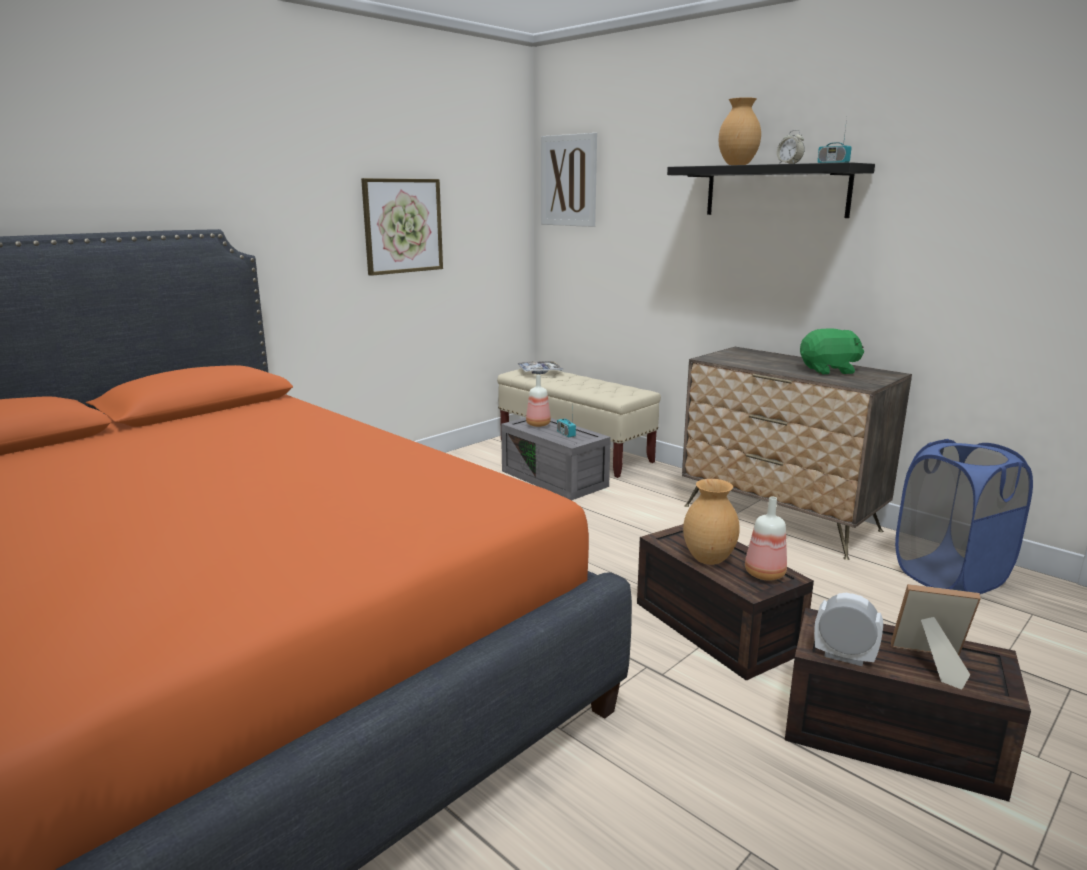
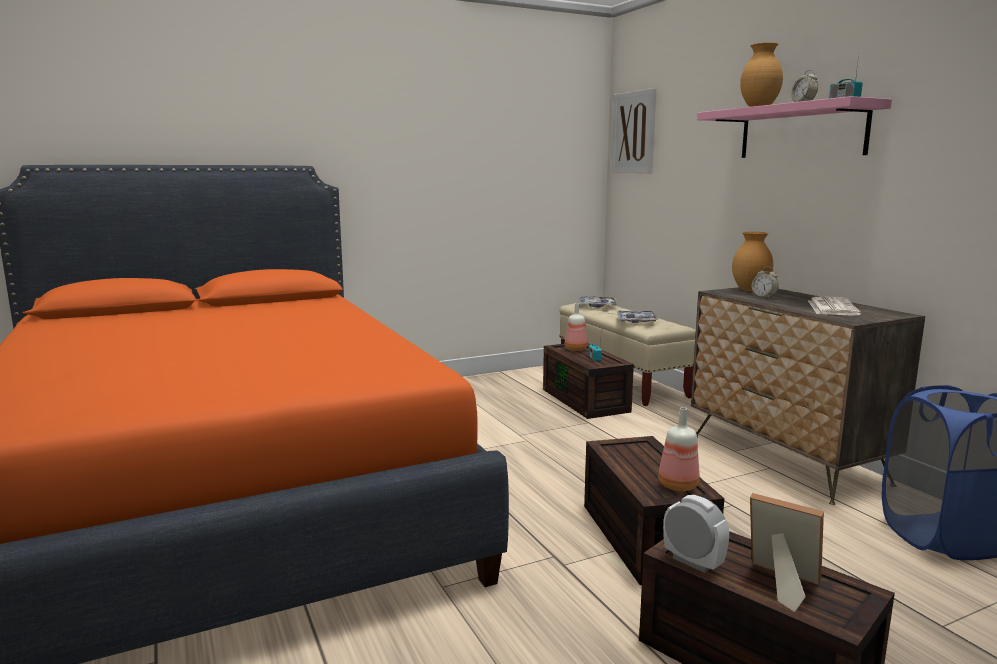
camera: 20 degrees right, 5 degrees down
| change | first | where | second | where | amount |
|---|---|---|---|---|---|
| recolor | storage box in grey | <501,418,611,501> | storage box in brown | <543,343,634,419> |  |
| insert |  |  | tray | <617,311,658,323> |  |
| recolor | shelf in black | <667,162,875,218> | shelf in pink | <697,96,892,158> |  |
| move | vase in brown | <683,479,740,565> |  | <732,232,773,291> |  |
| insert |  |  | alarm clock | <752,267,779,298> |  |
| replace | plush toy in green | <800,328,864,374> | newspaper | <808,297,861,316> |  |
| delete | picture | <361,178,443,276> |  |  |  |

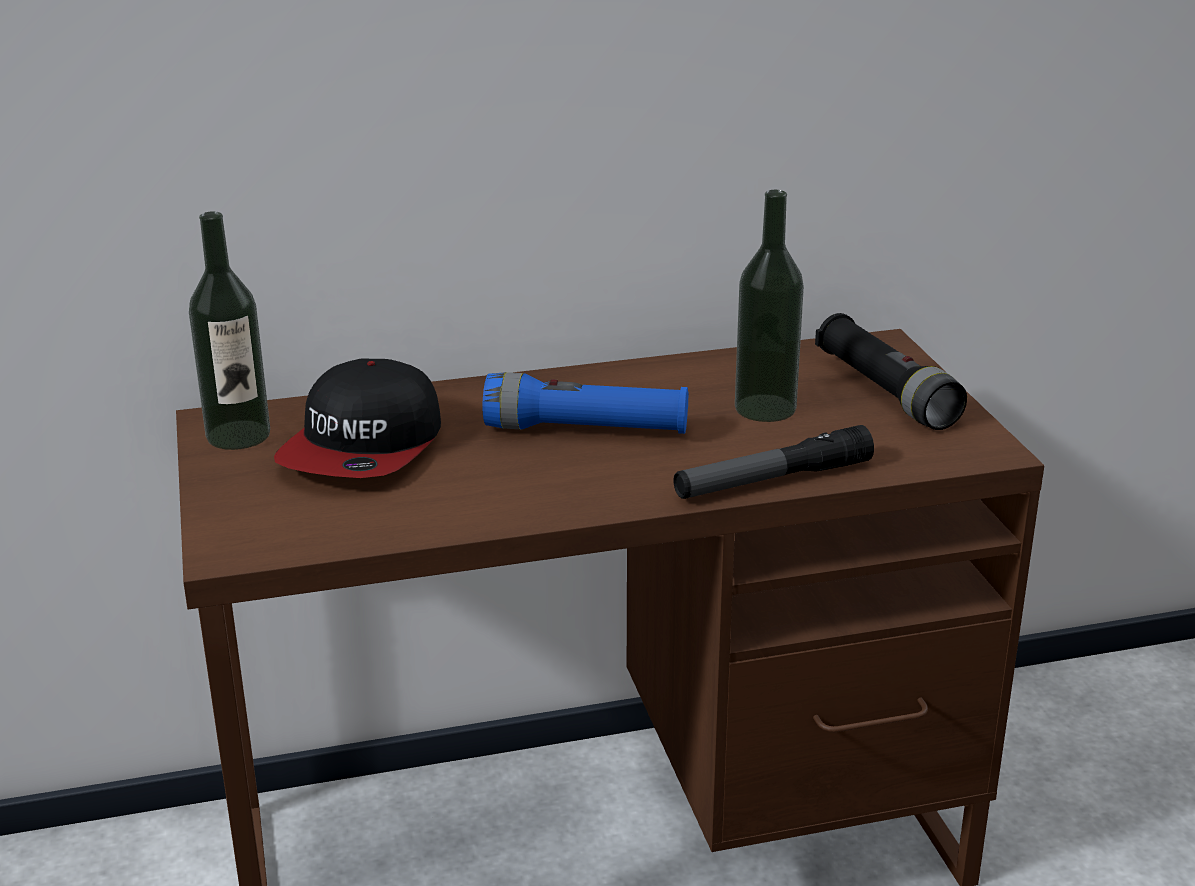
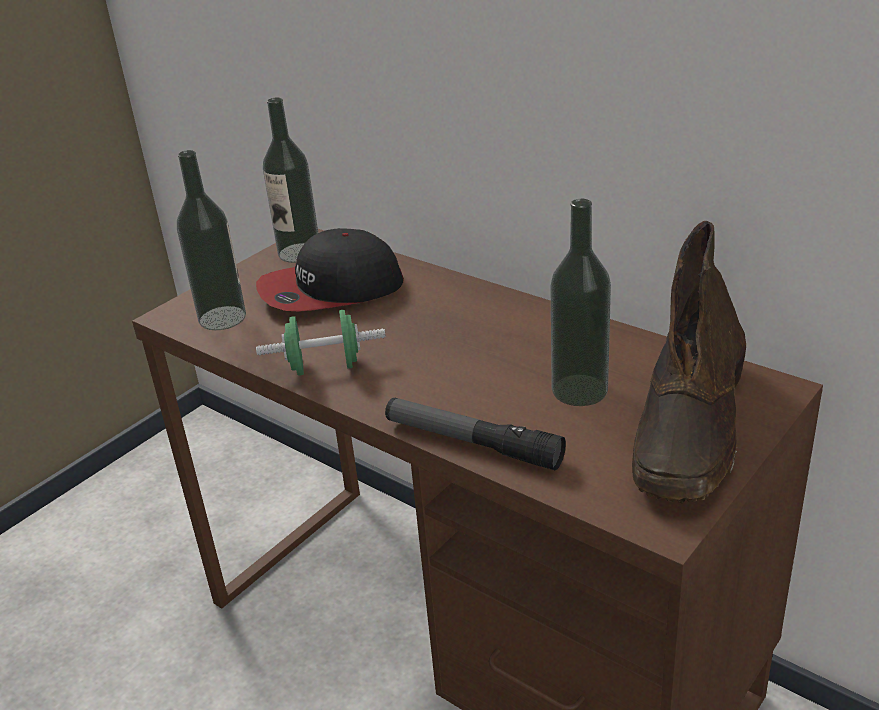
camera: 55 degrees right, 5 degrees up
| change | first | where | second | where | amount |
|---|---|---|---|---|---|
| insert |  |  | bottle | <177,150,246,330> |  |
| insert |  |  | dumbbell in green | <256,310,386,376> |  |
| replace | flashlight in black | <815,313,967,430> | boot in brown | <632,221,746,503> |  |
| delete | flashlight in blue | <483,372,689,434> |  |  |  |

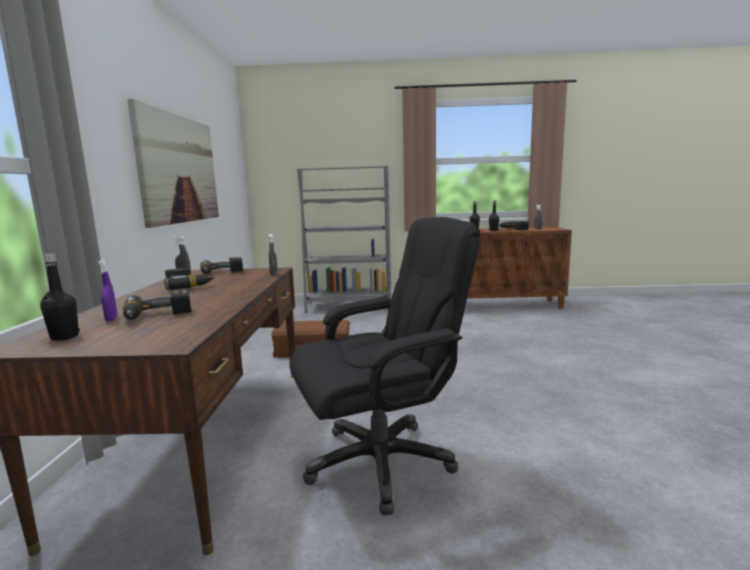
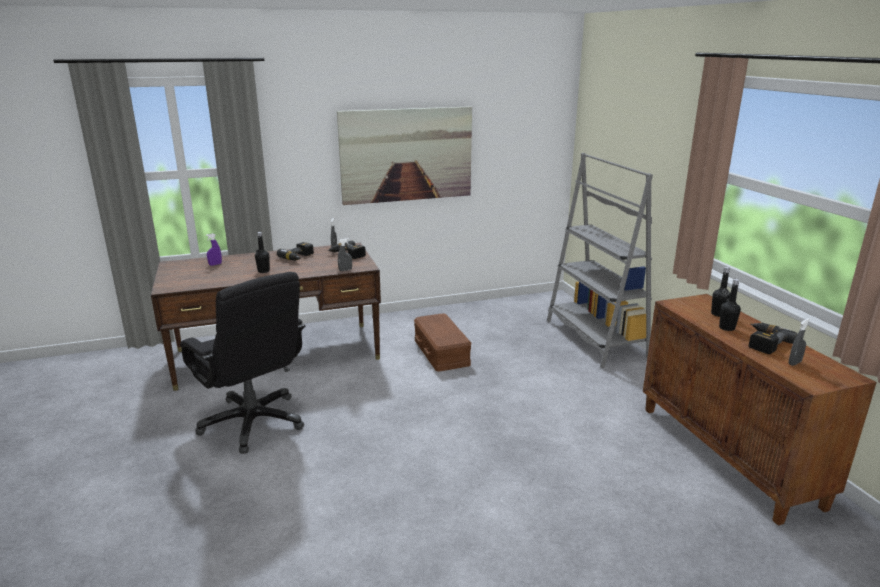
camera: 70 degrees right, 10 degrees up
| change | first | where | second | where | amount |
|---|---|---|---|---|---|
| move | bottle in black | <40,253,80,341> |  | <255,232,270,273> |  |
| delete | power drill | <123,289,191,320> |  |  |  |

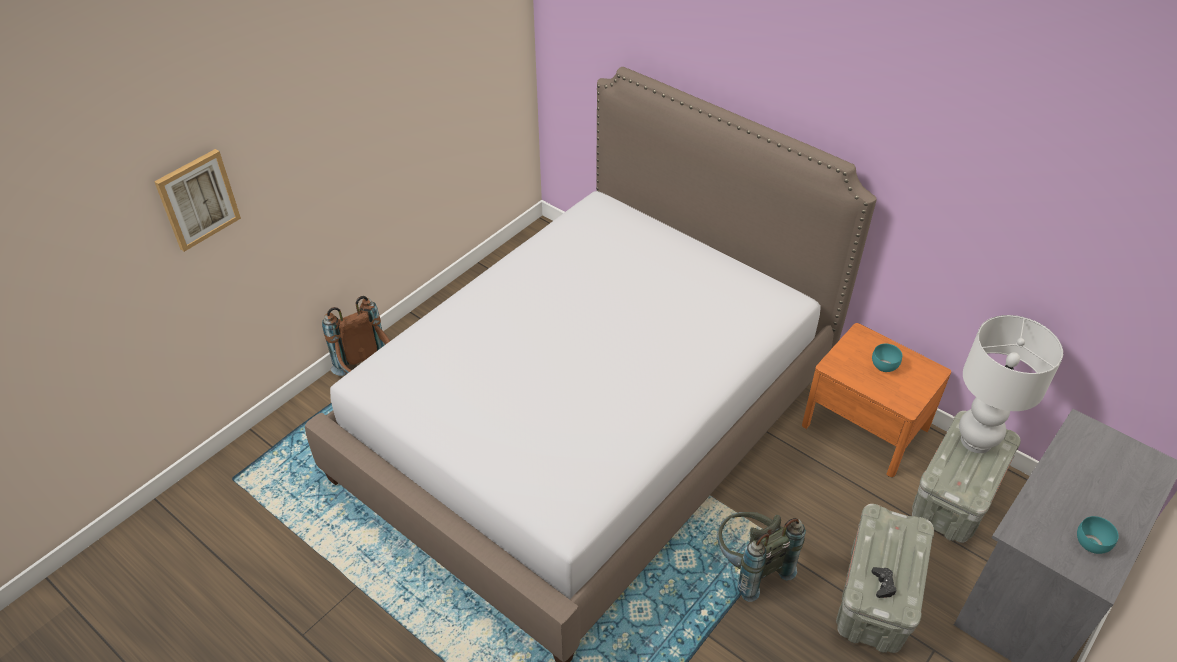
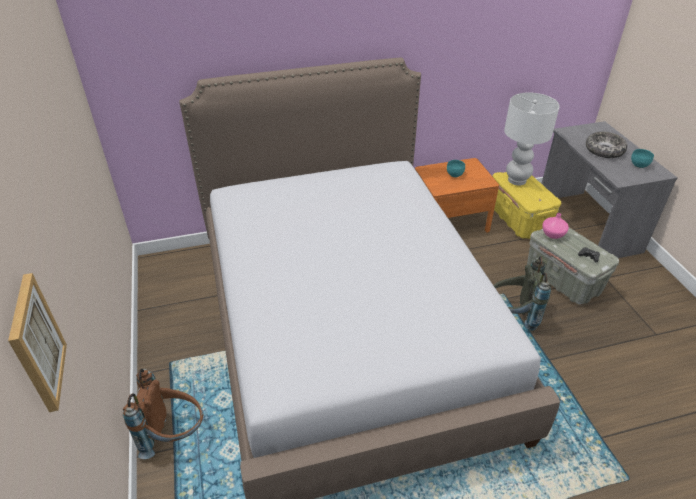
camera: 55 degrees left, 5 degrees down
| change | first | where | second | where | amount |
|---|---|---|---|---|---|
| recolor | storage box in grey | <912,411,1021,543> | storage box in yellow | <492,172,561,239> |  |
| insert |  |  | vase in pink | <542,213,569,239> |  |
| insert |  |  | bowl | <586,132,627,158> |  |

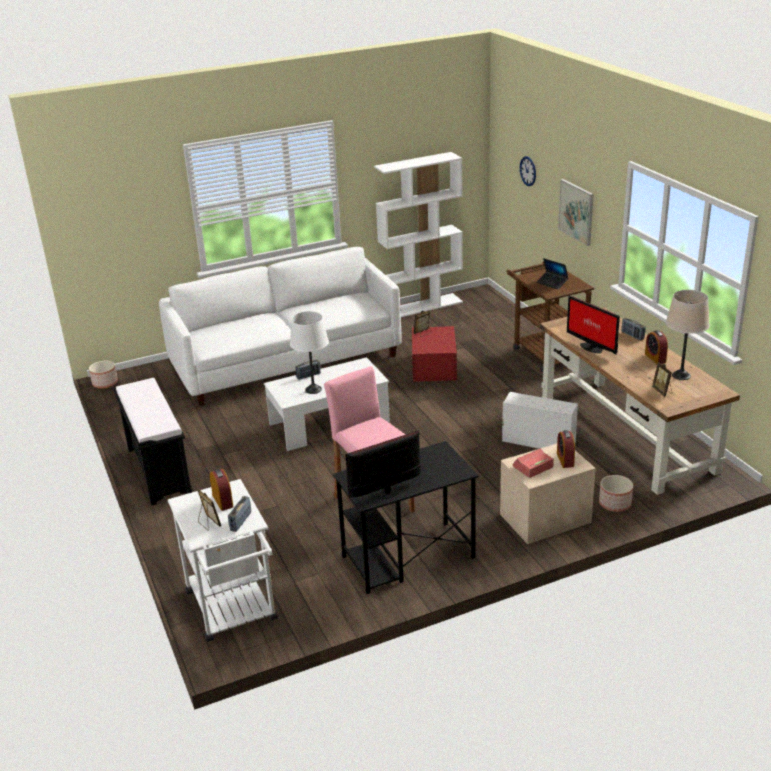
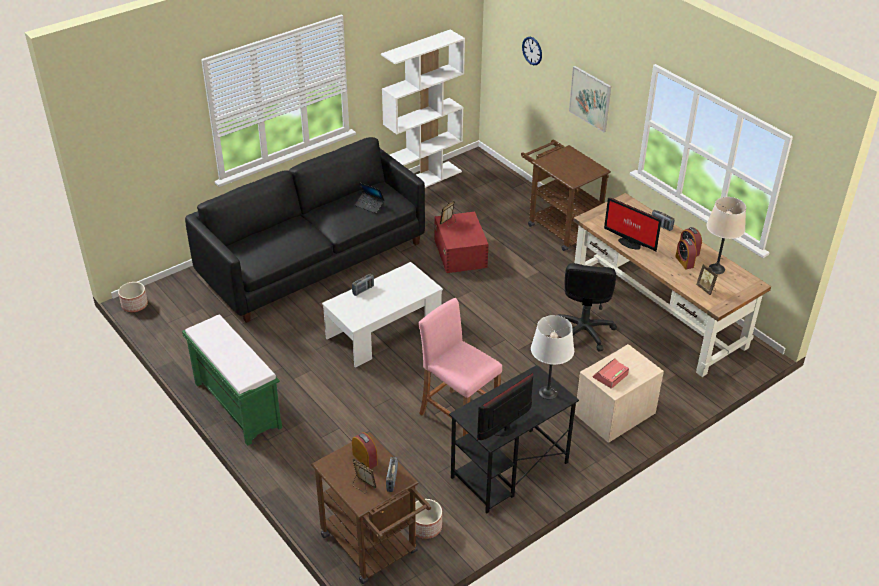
camera: 15 degrees left, 10 degrees up
| change | first | where | second | where | amount |
|---|---|---|---|---|---|
| recolor | bench in black | <114,378,192,506> | bench in green | <182,315,282,446> |  |
| recolor | sofa in white | <159,247,402,405> | sofa in black | <185,137,425,323> |  |
| recolor | cart in white | <168,479,278,642> | cart in brown | <311,432,431,584> |  |
| move | laptop | <537,258,568,289> |  | <355,182,384,213> |  |
| move | planter | <599,475,633,512> |  | <415,499,442,539> |  |
| move | table lamp in white | <290,311,329,394> |  | <531,315,574,400> |  |
| replace | storage box in white | <502,392,578,449> | office chair in black | <557,263,617,352> |  |
| move | alarm clock | <557,430,575,468> |  | <675,238,697,270> |  |

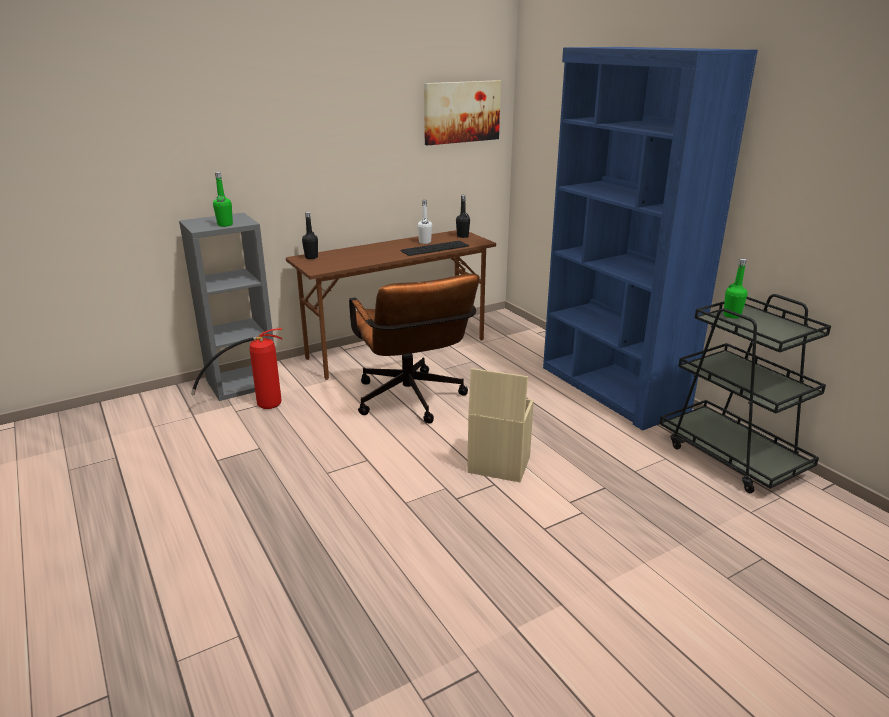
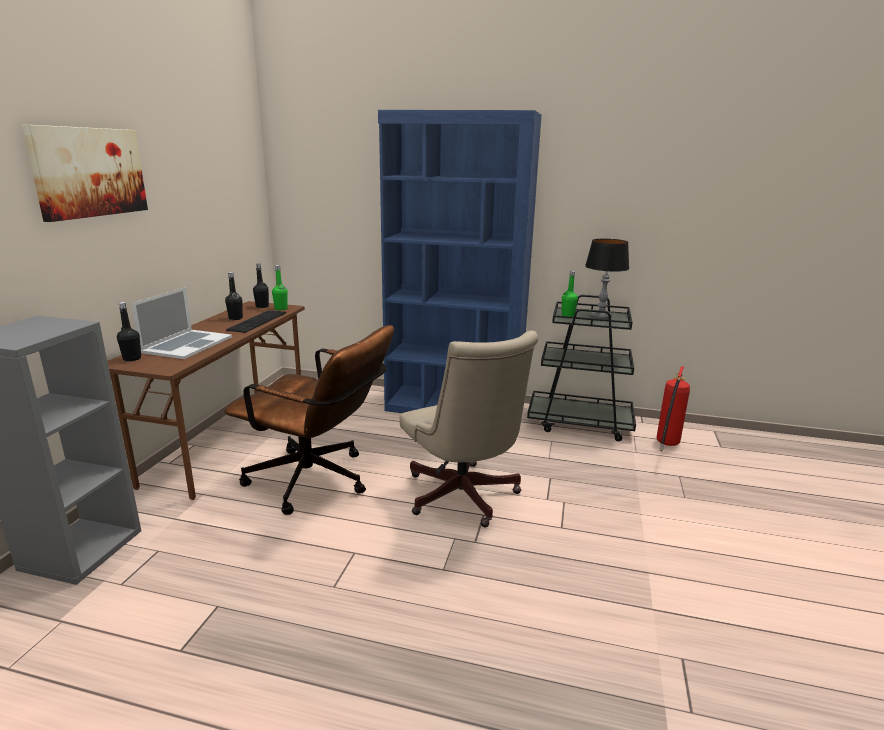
camera: 45 degrees left, 5 degrees down
| change | first | where | second | where | amount |
|---|---|---|---|---|---|
| move | picture | <424,80,501,145> |  | <22,125,148,222> |  |
| insert |  |  | laptop | <131,287,232,359> |  |
| recolor | bottle in white | <418,200,432,244> | bottle in black | <225,272,243,320> |  |
| move | bottle in green | <213,172,233,227> |  | <272,265,288,310> |  |
| replace | storage box in beige | <467,368,534,482> | office chair in beige | <399,330,538,527> |  |
| insert |  |  | table lamp | <585,239,629,320> |  |
| move | fire extinguisher | <191,328,283,409> |  | <657,366,690,451> |  |

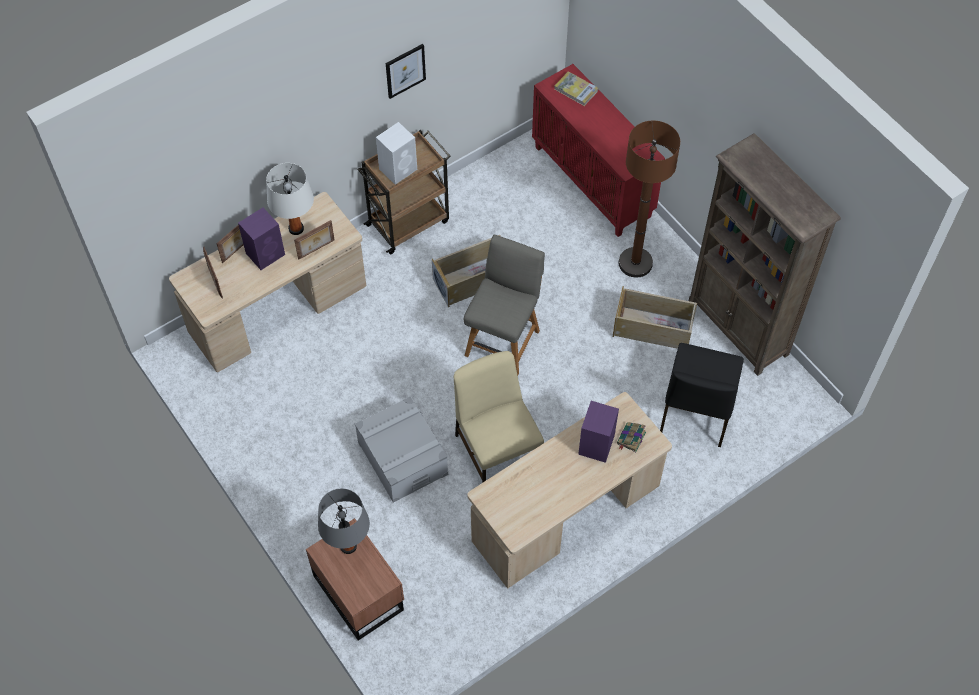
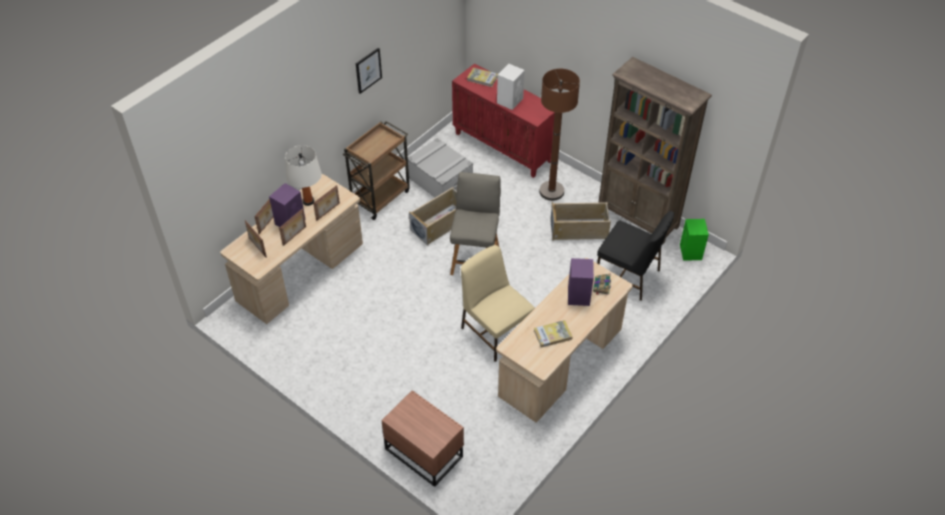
camera: 15 degrees left, 10 degrees down
| change | first | where | second | where | amount |
|---|---|---|---|---|---|
| insert |  |  | picture frame | <279,209,306,246> |  |
| move | storage box in grey | <355,396,448,503> |  | <408,138,473,197> |  |
| move | speaker in white | <376,122,417,185> |  | <497,64,525,110> |  |
| insert |  |  | book | <534,320,573,348> |  |
| rotate | chair in black | <660,343,744,447> |  | <597,211,674,301> | 60 degrees counterclockwise |
| insert |  |  | speaker in green | <680,219,709,261> |  |
| delete | table lamp in grey | <318,488,370,554> |  |  |  |

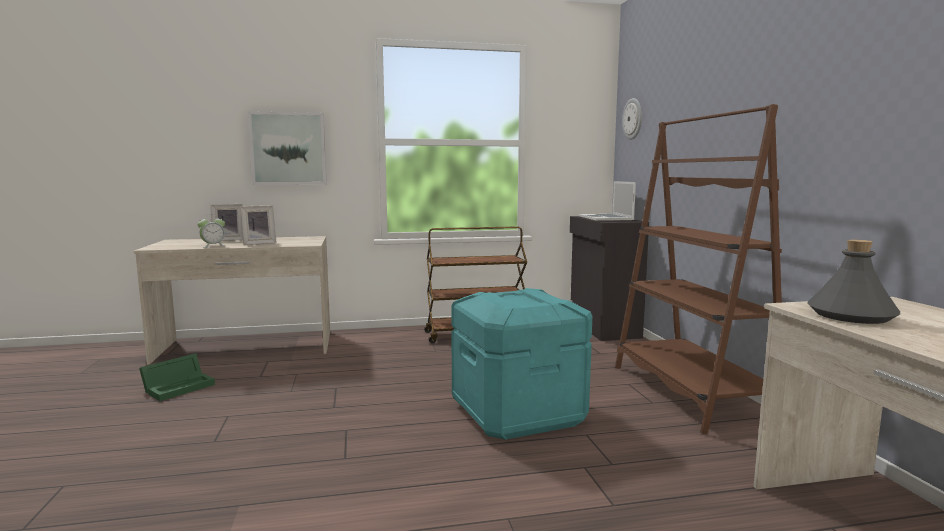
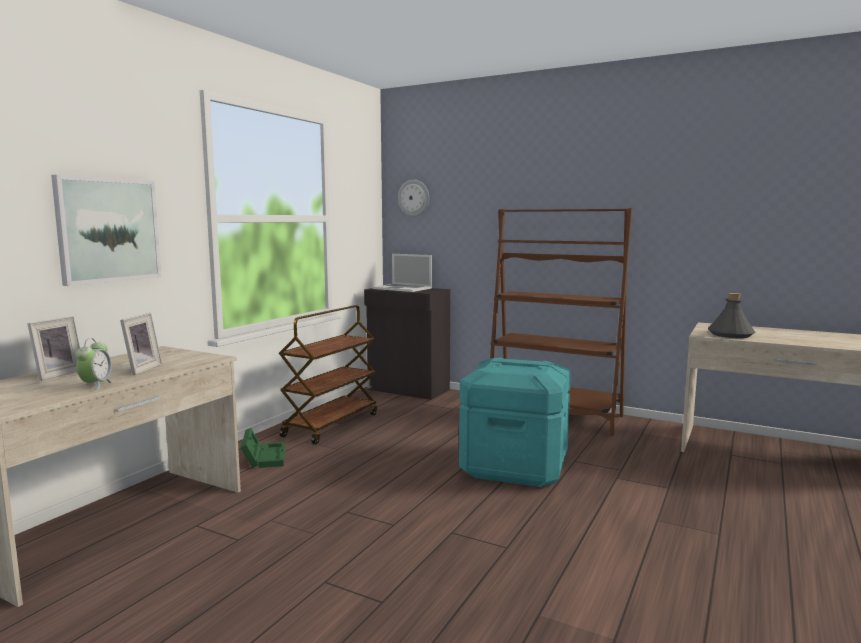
camera: 50 degrees left, 0 degrees up
| change | first | where | second | where | amount |
|---|---|---|---|---|---|
| move | storage box in green | <139,353,215,401> |  | <241,428,285,468> |  |

